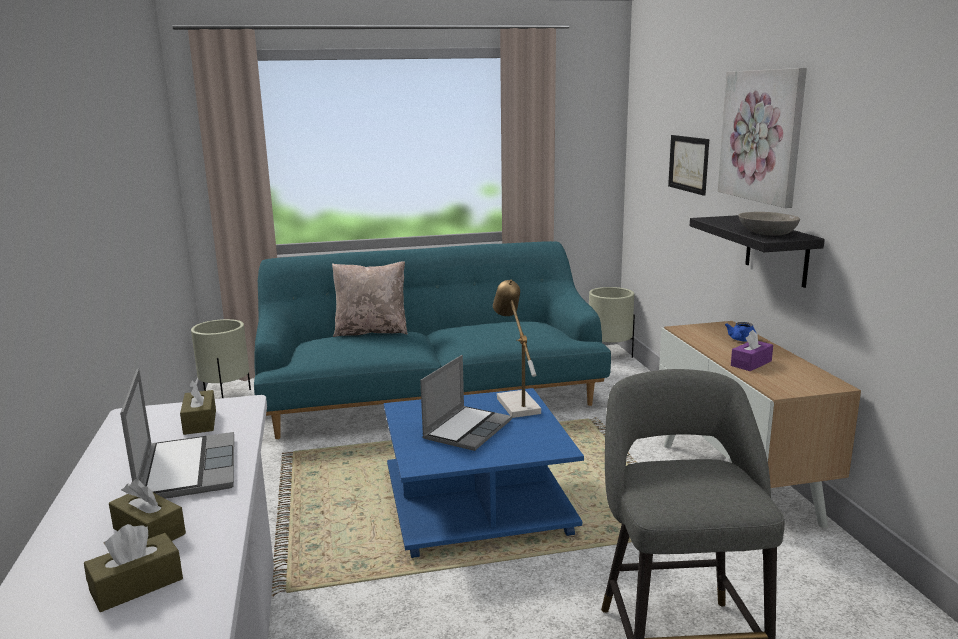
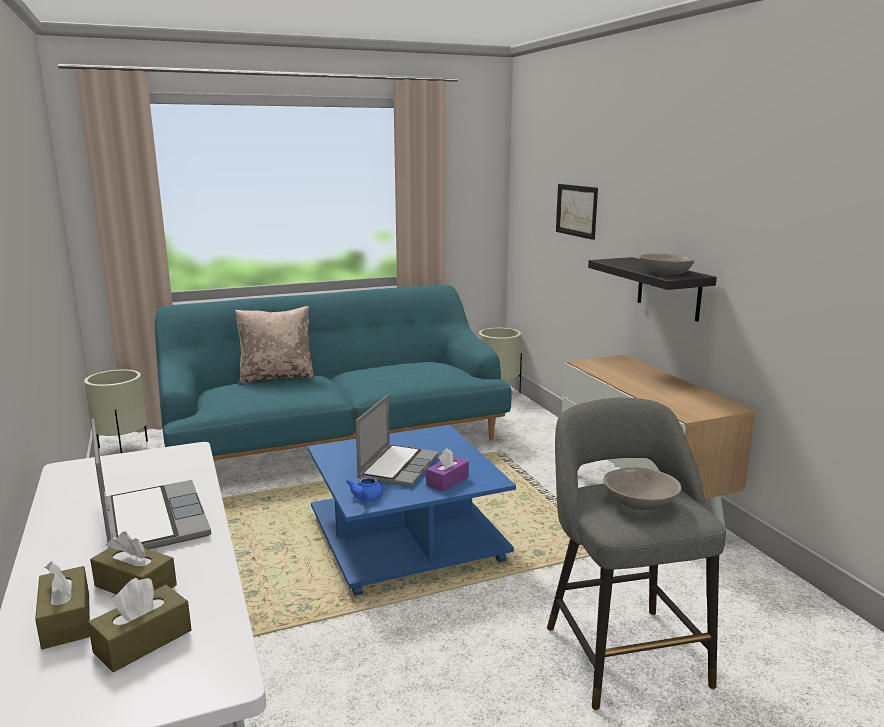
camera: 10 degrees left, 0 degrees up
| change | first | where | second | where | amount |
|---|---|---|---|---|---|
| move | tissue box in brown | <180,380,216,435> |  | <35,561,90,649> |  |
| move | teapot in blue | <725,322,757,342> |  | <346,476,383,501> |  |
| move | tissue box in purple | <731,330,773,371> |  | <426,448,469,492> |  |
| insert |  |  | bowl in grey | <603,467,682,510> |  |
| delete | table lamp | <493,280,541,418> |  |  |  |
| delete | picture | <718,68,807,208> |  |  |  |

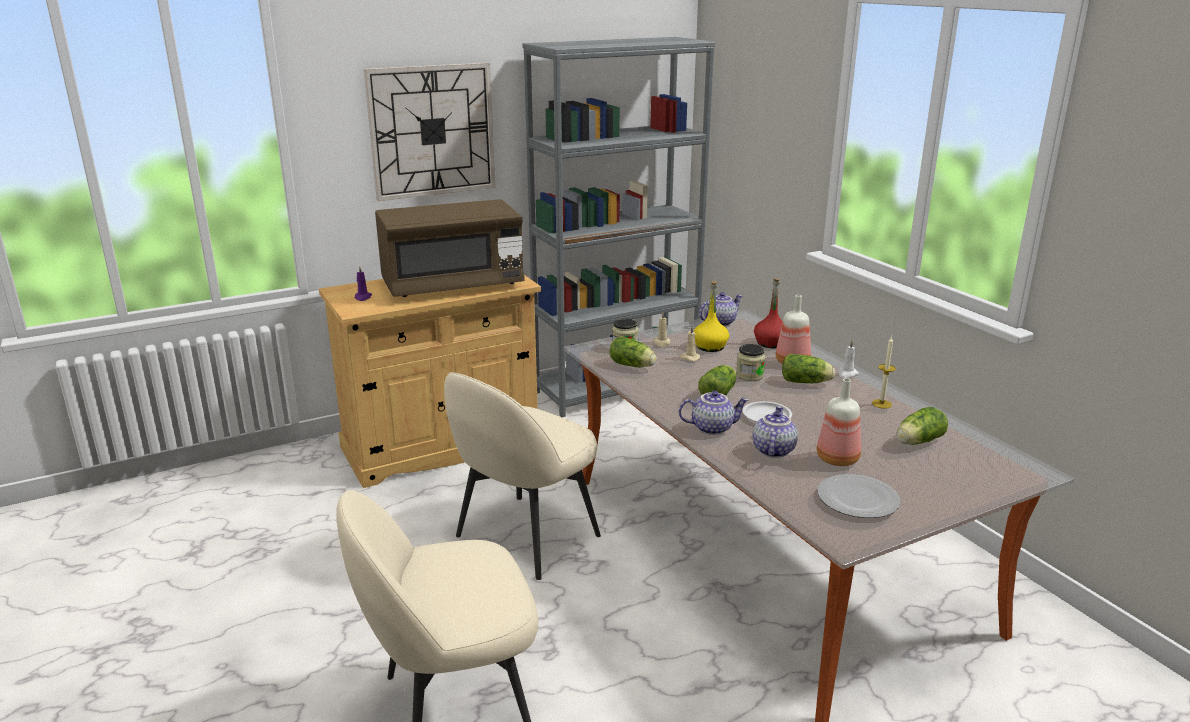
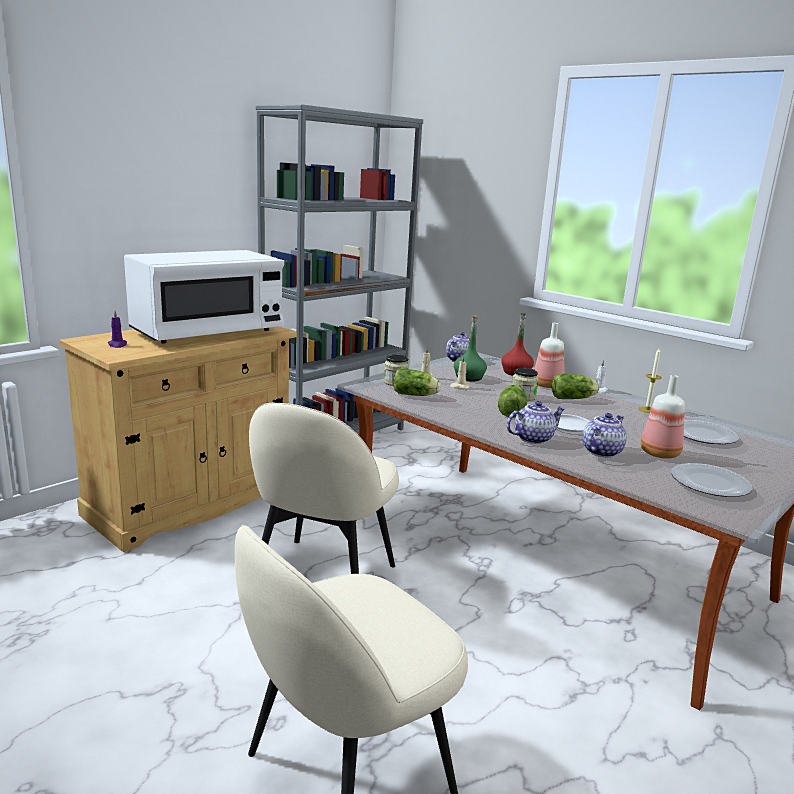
camera: 20 degrees left, 5 degrees down
| change | first | where | second | where | amount |
|---|---|---|---|---|---|
| recolor | microwave in brown | <375,199,525,297> | microwave in white | <124,250,284,344> |  |
| recolor | bottle in yellow | <693,281,729,352> | bottle in green | <454,315,487,381> |  |
| rotate | teapot | <752,406,798,458> |  | <582,413,627,458> | 45 degrees clockwise |
| replace | lettuce | <897,407,948,445> | plate | <684,420,739,444> |  |
| delete | wall clock | <364,63,495,201> |  |  |  |

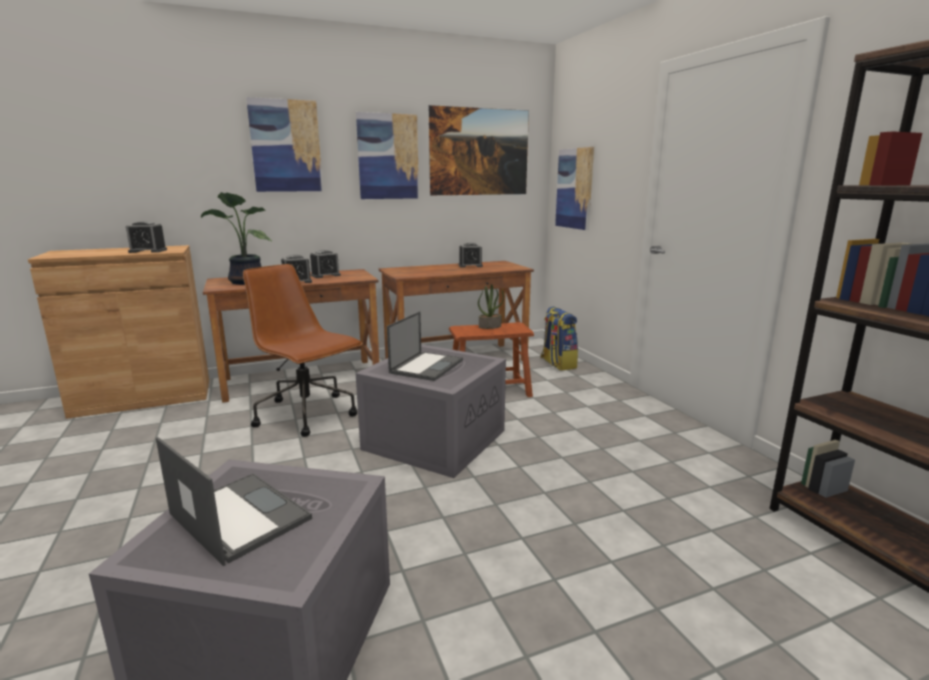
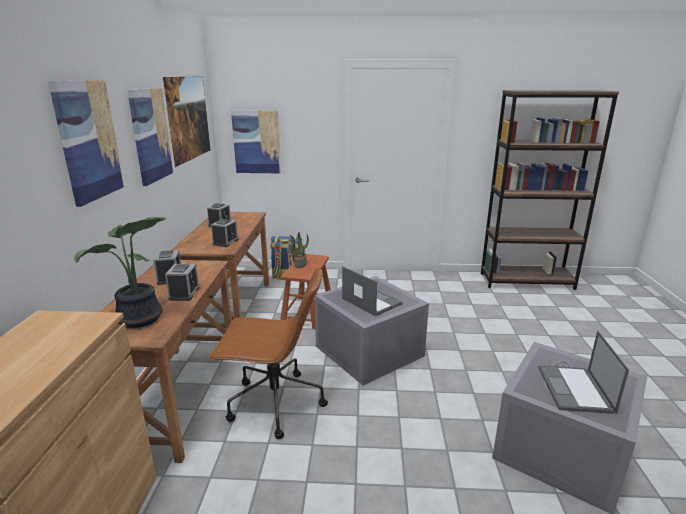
camera: 65 degrees left, 5 degrees up
| change | first | where | second | where | amount |
|---|---|---|---|---|---|
| rotate | office chair in brown | <243,264,363,437> |  | <208,267,328,439> | 150 degrees counterclockwise |
| move | alarm clock | <126,221,167,253> |  | <211,219,239,247> |  |
| rotate | laptop | <156,437,312,566> |  | <538,331,629,414> | 60 degrees counterclockwise |

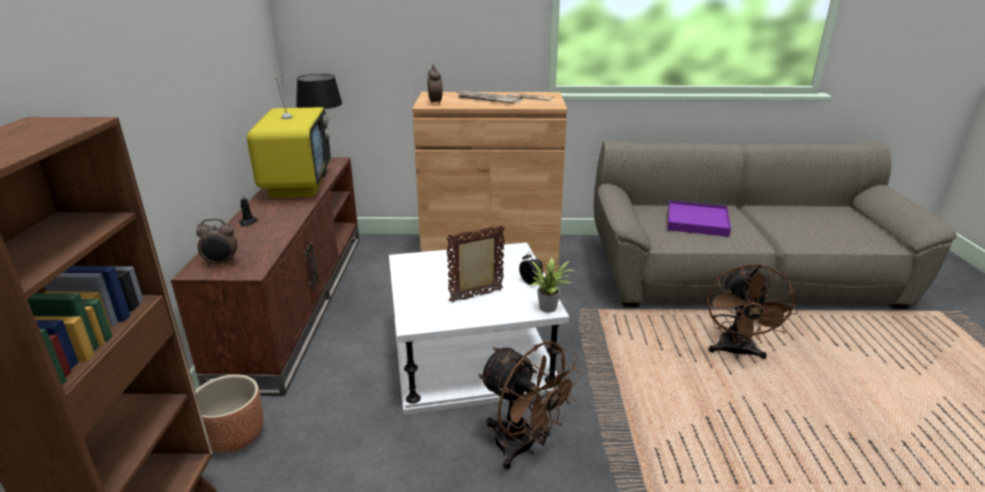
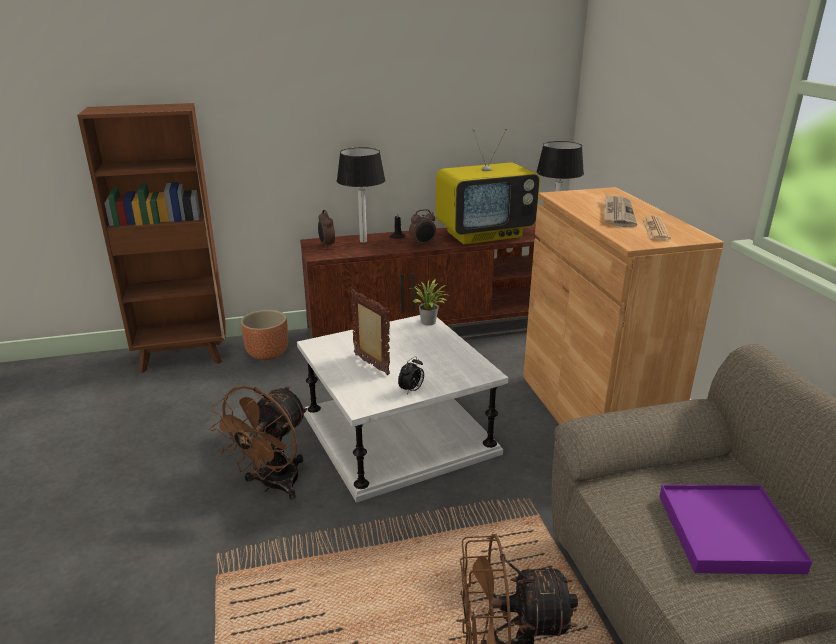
camera: 75 degrees right, 0 degrees up
| change | first | where | second | where | amount |
|---|---|---|---|---|---|
| insert |  |  | table lamp | <337,147,385,243> |  |
| move | alarm clock | <428,64,442,105> |  | <409,209,436,246> |  |
| move | potted plant | <531,258,575,312> |  | <409,279,447,326> |  |

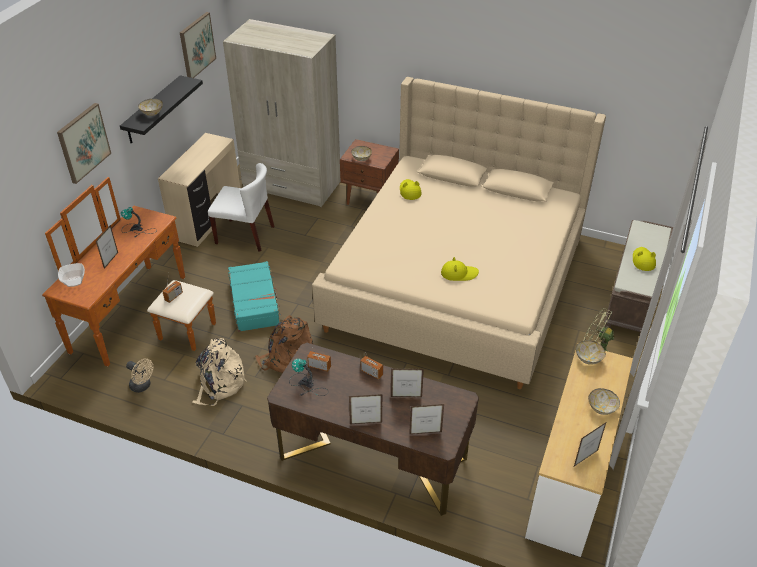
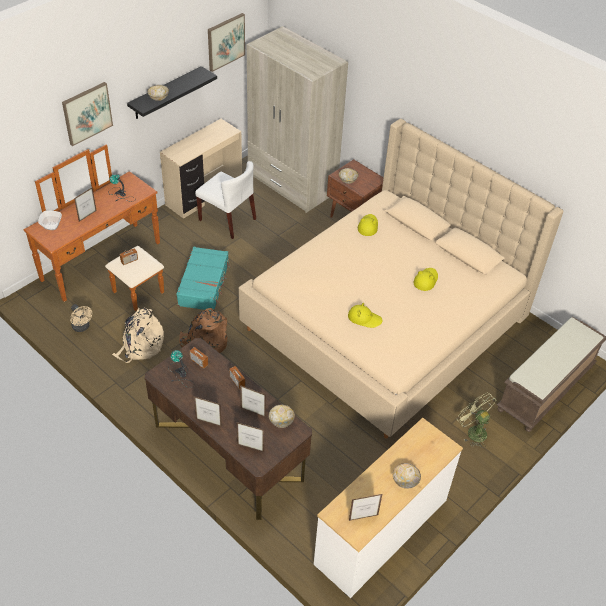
camera: 20 degrees right, 5 degrees up
| change | first | where | second | where | amount |
|---|---|---|---|---|---|
| move | bowl | <576,340,606,365> |  | <269,405,295,428> |  |
| move | hat in yellow | <633,247,656,271> |  | <414,268,438,291> |  |

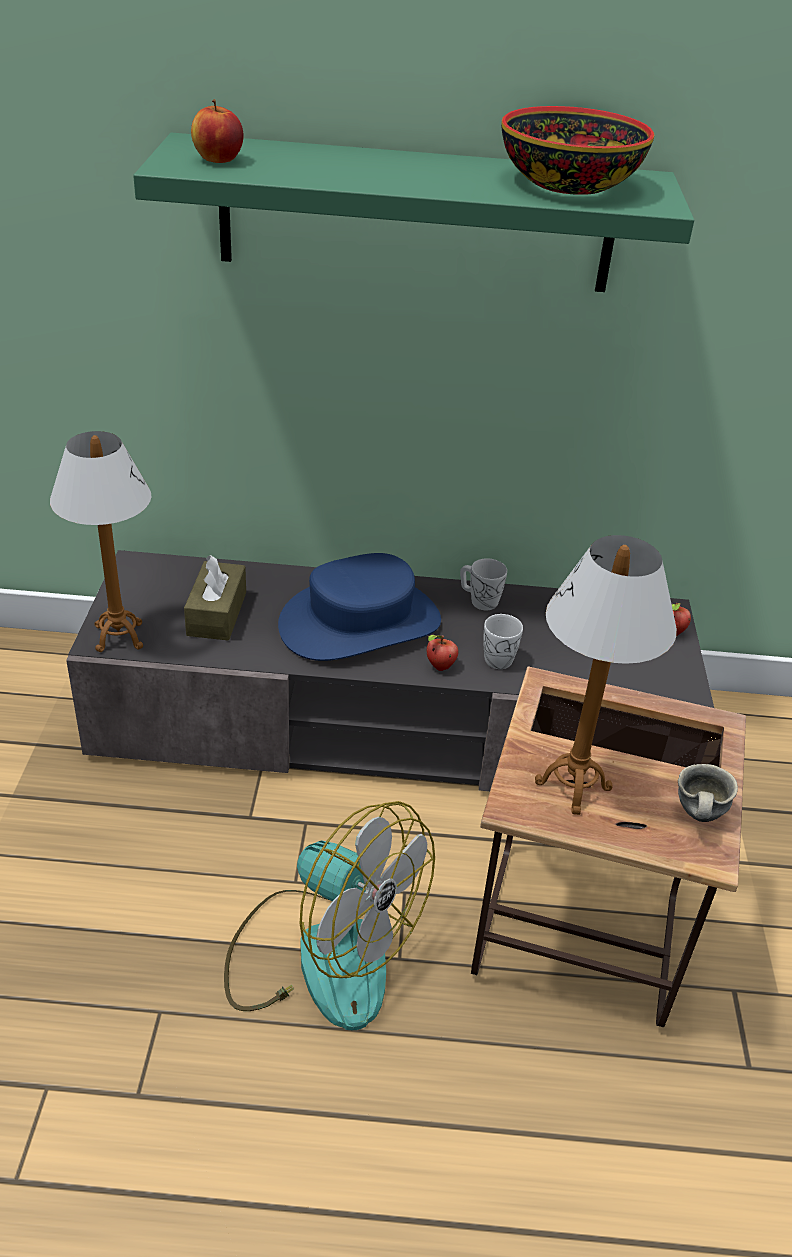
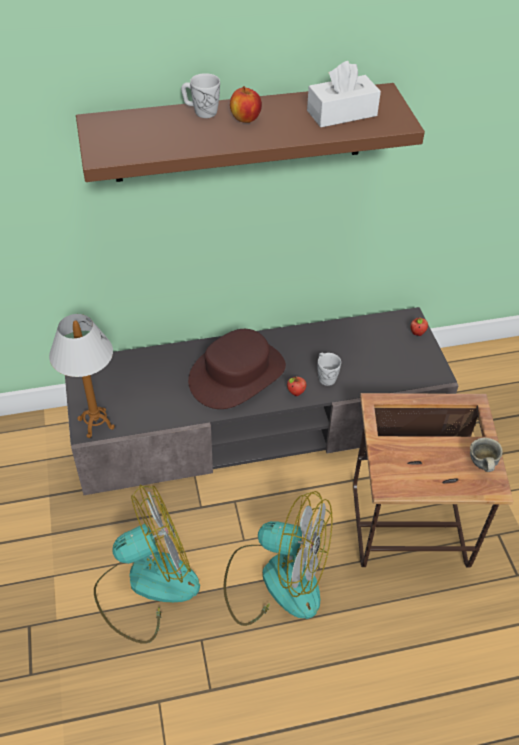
camera: 15 degrees left, 10 degrees up
| change | first | where | second | where | amount |
|---|---|---|---|---|---|
| recolor | shelf in green | <133,133,694,292> | shelf in brown | <76,83,425,182> |  |
| insert |  |  | fan | <94,485,200,644> |  |
| move | mug in white | <460,558,507,610> |  | <181,73,220,118> |  |
| recolor | hat in blue | <278,553,441,661> | hat in brown | <188,329,286,409> |  |
| move | apple | <191,99,244,163> |  | <230,86,262,123> |  |
| replace | bowl | <501,106,654,195> | tissue box in white | <307,61,381,127> |  |
| delete | tissue box in brown | <184,555,246,641> |  |  |  |
| delete | table lamp | <535,535,677,815> |  |  |  |

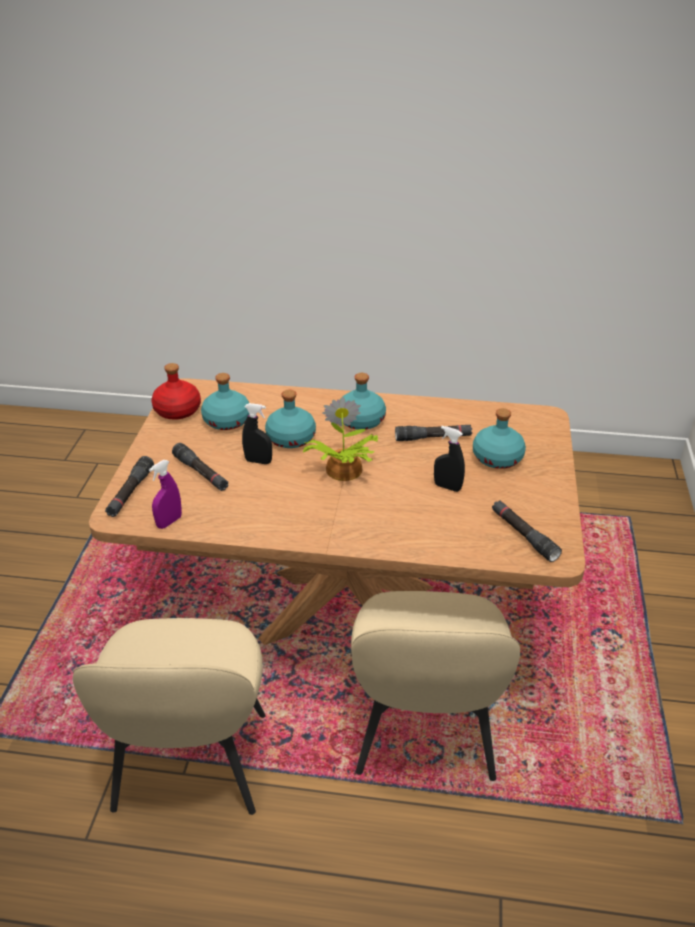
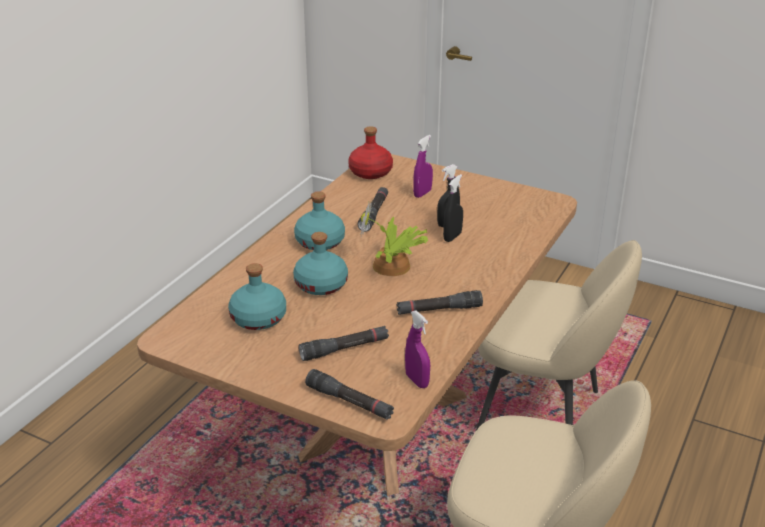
camera: 70 degrees left, 5 degrees down
| change | first | where | second | where | amount |
|---|---|---|---|---|---|
| move | bottle in red | <151,363,201,420> |  | <348,126,393,179> |  |
| move | flashlight in black | <492,501,562,562> |  | <397,290,483,315> |  |
| replace | bottle in turquoise | <473,408,526,469> | spray bottle in purple | <413,135,433,198> |  |
| move | spray bottle in black | <242,403,272,464> |  | <443,174,463,242> |  |

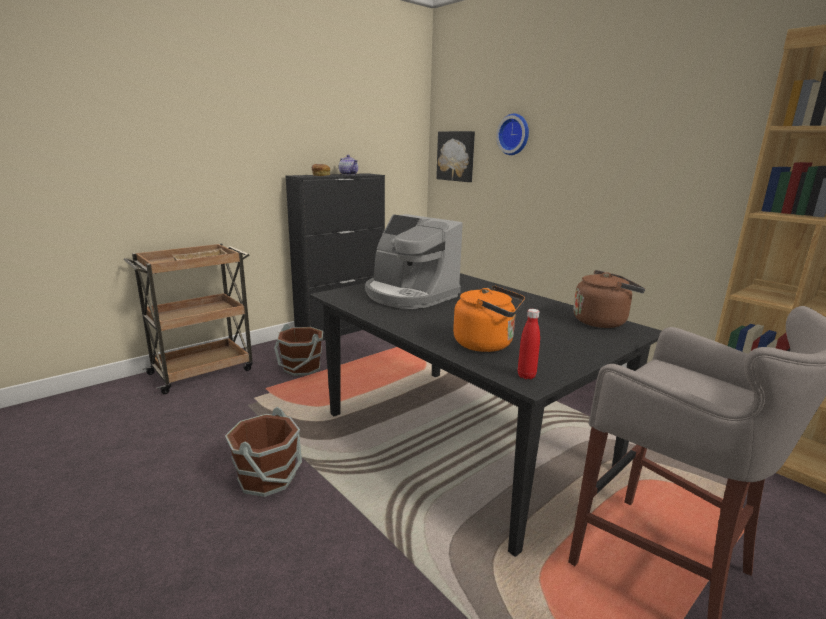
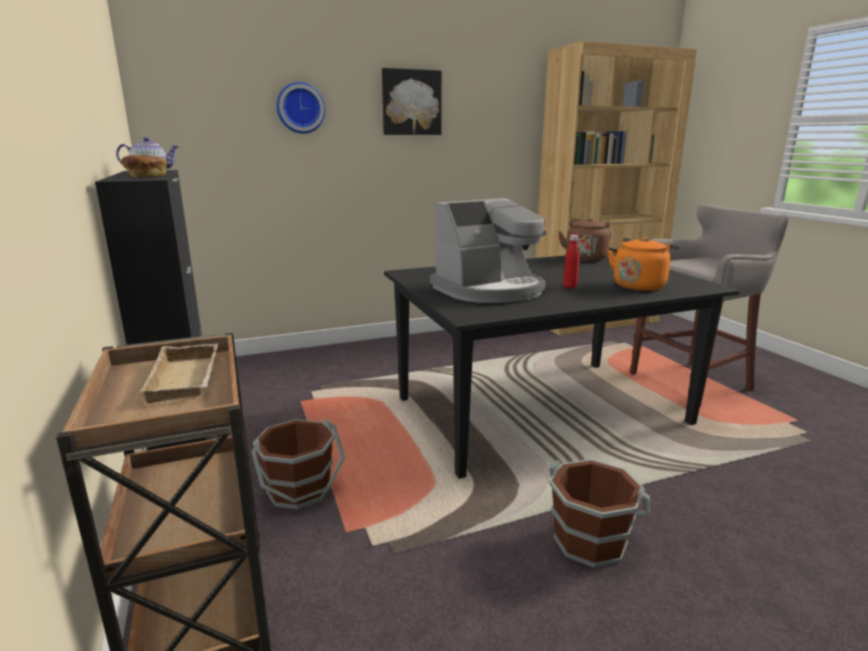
camera: 70 degrees left, 0 degrees up
| change | first | where | second | where | amount |
|---|---|---|---|---|---|
| move | picture | <436,131,475,182> |  | <382,68,442,135> |  |
| move | bottle in red | <518,309,540,379> |  | <563,235,580,288> |  |

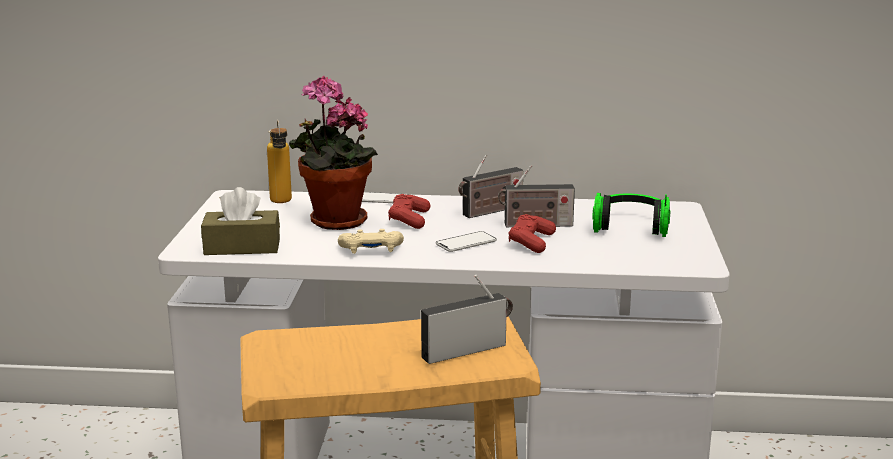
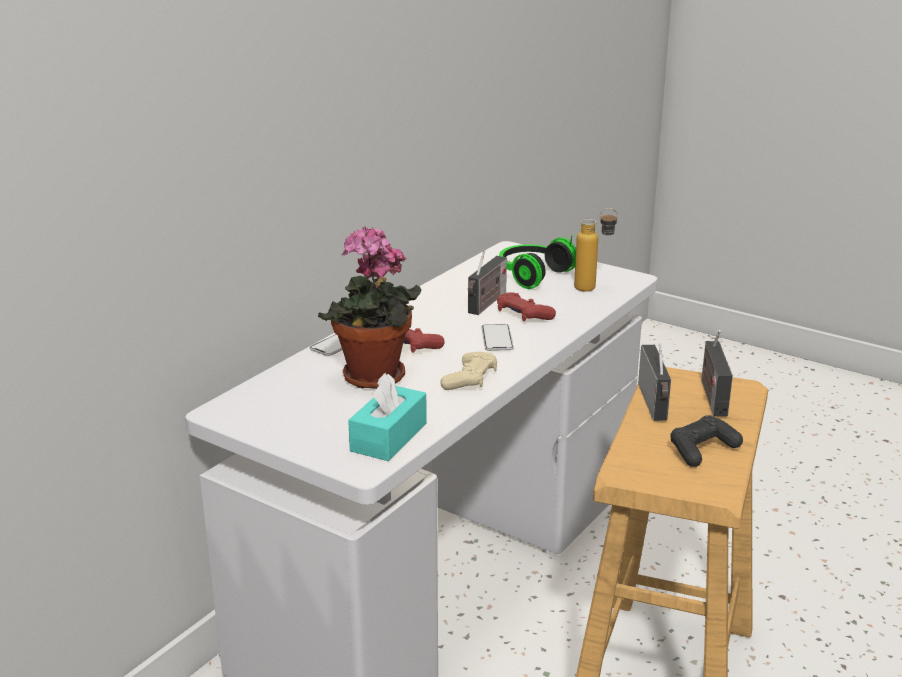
camera: 60 degrees left, 5 degrees up
| change | first | where | second | where | amount |
|---|---|---|---|---|---|
| recolor | tissue box in brown | <201,187,280,255> | tissue box in turquoise | <348,373,427,461> |  |
| move | bottle | <267,120,292,203> |  | <574,208,618,292> |  |
| move | radio | <458,154,523,218> |  | <638,344,671,421> |  |
| insert |  |  | game controller in black | <671,415,743,467> |  |

